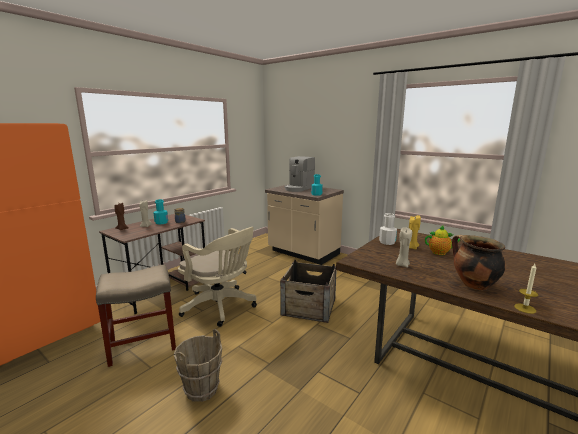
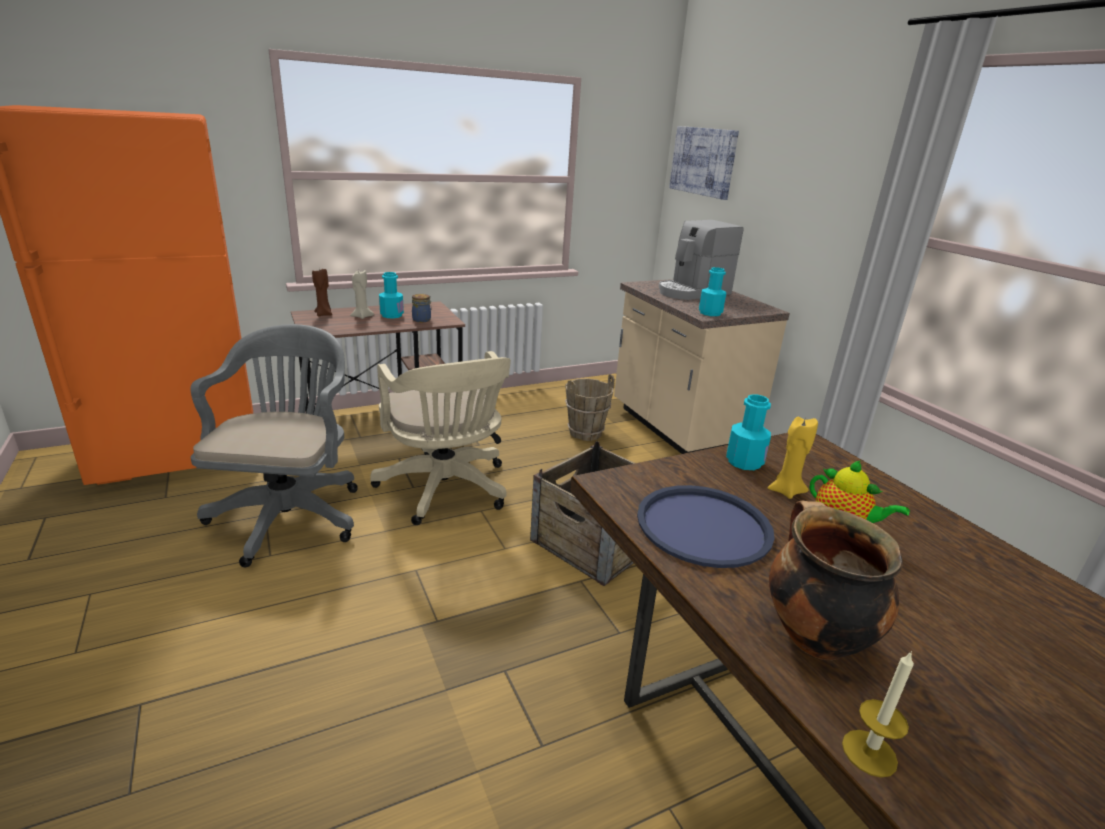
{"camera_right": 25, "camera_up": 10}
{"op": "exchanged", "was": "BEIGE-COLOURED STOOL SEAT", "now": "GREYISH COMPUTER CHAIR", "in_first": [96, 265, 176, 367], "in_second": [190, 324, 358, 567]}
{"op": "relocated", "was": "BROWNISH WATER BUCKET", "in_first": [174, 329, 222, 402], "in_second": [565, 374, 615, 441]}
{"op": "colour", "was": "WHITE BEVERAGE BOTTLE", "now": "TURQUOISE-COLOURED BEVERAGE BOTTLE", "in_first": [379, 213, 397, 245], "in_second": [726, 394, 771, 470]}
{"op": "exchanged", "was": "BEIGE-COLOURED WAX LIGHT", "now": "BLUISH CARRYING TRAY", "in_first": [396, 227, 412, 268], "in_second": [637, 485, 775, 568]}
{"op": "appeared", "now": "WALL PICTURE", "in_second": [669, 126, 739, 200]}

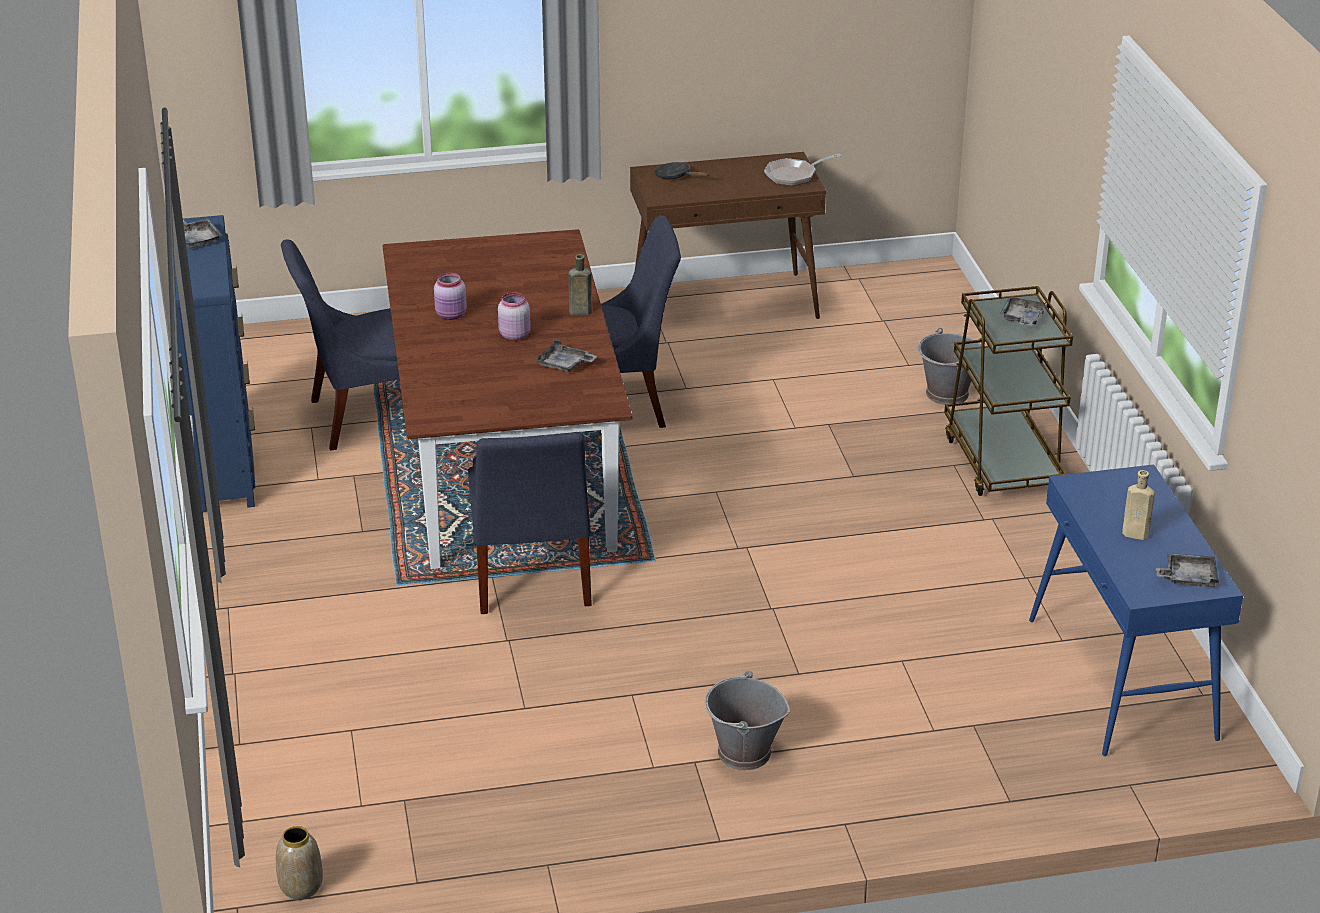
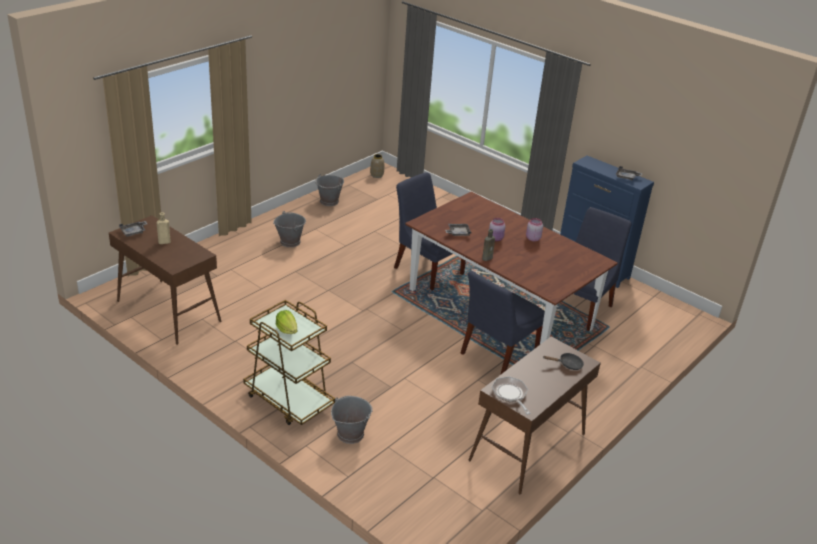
{"camera_right": 140, "camera_up": 0}
{"op": "spun", "was": "SKILLET", "in_first": [764, 154, 842, 186], "in_second": [492, 376, 531, 415], "clockwise": -45}
{"op": "exchanged", "was": "GREYISH CARRYING TRAY", "now": "HEAD OF LETTUCE", "in_first": [1000, 296, 1046, 326], "in_second": [276, 310, 297, 334]}
{"op": "colour", "was": "BLUISH CONSOLE TABLE", "now": "BROWNISH CONSOLE TABLE", "in_first": [1029, 465, 1243, 756], "in_second": [109, 216, 222, 345]}
{"op": "appeared", "now": "GREYISH WATER BUCKET", "in_second": [315, 174, 344, 206]}

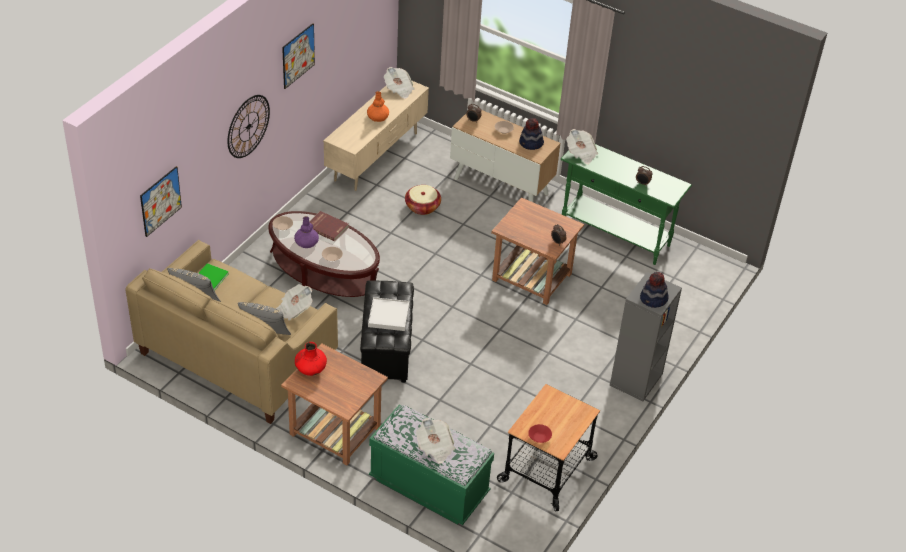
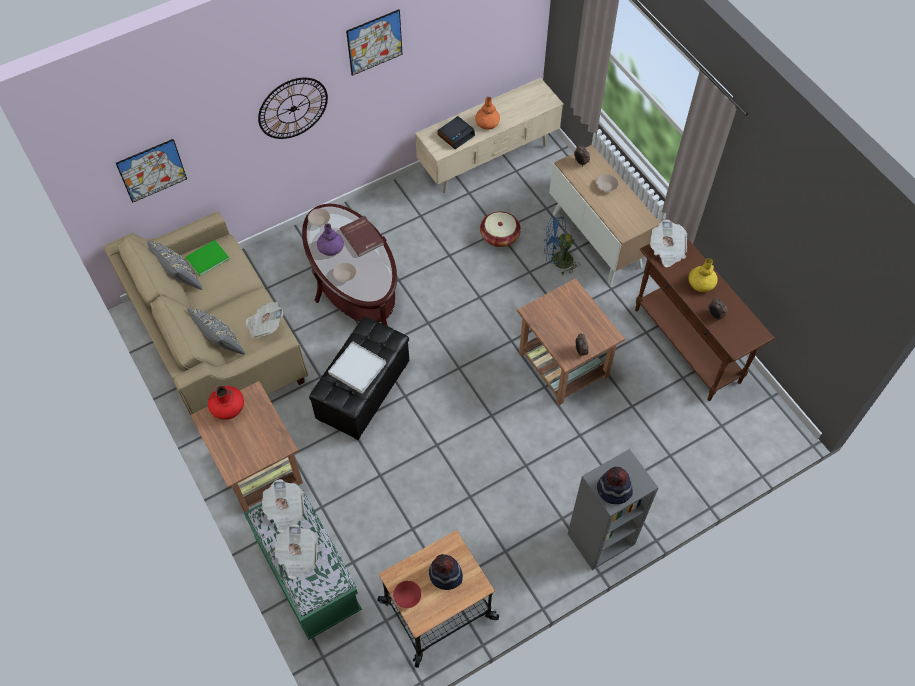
{"camera_right": 30, "camera_up": 15}
{"op": "relocated", "was": "PRINTED PAPER", "in_first": [384, 67, 415, 99], "in_second": [261, 479, 305, 533]}
{"op": "relocated", "was": "HAT", "in_first": [519, 118, 544, 150], "in_second": [429, 554, 463, 590]}
{"op": "colour", "was": "GREEN CONSOLE TABLE", "now": "BROWNISH CONSOLE TABLE", "in_first": [560, 144, 692, 265], "in_second": [635, 238, 775, 401]}
{"op": "appeared", "now": "ALARM CLOCK", "in_second": [437, 116, 475, 149]}
{"op": "appeared", "now": "BLUISH COOLING FAN", "in_second": [544, 217, 580, 275]}
{"op": "appeared", "now": "YELLOW-COLOURED FLOWER VASE", "in_second": [689, 258, 718, 292]}

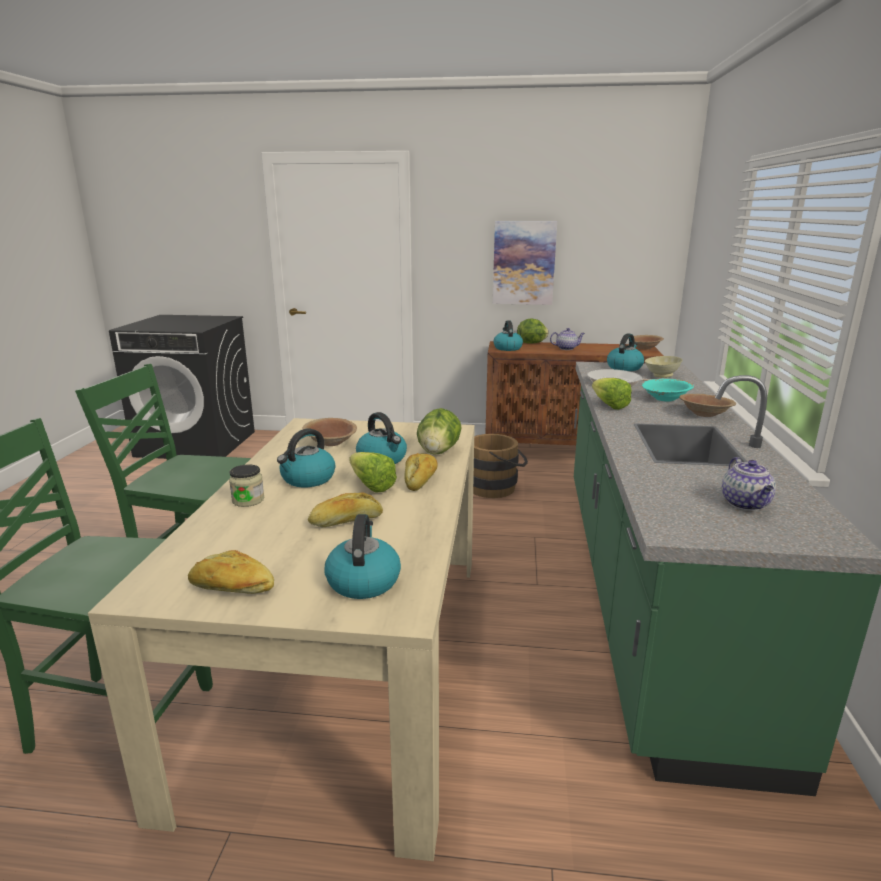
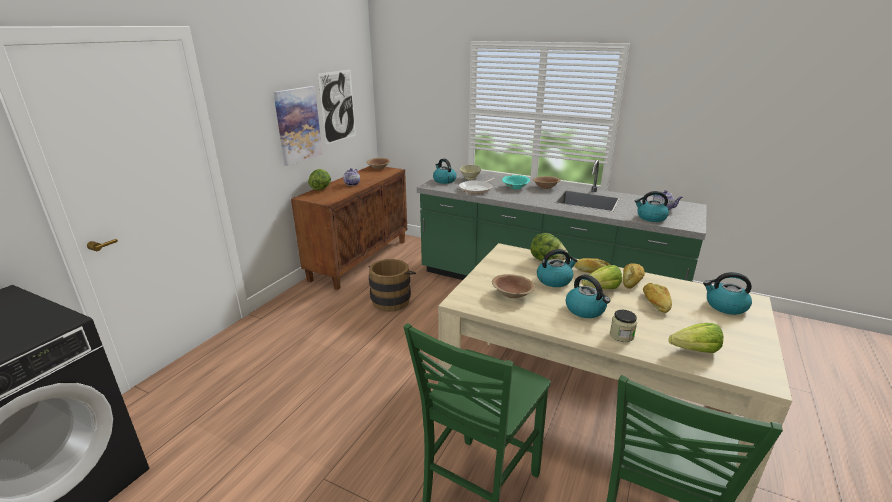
{"camera_right": -70, "camera_up": 5}
{"op": "relocated", "was": "BREAD", "in_first": [188, 550, 274, 594], "in_second": [623, 263, 645, 289]}
{"op": "relocated", "was": "TEA KETTLE", "in_first": [494, 320, 523, 351], "in_second": [635, 191, 669, 222]}
{"op": "relocated", "was": "HEAD OF LETTUCE", "in_first": [592, 378, 632, 410], "in_second": [669, 323, 723, 353]}
{"op": "appeared", "now": "WALL PICTURE", "in_second": [318, 70, 356, 145]}

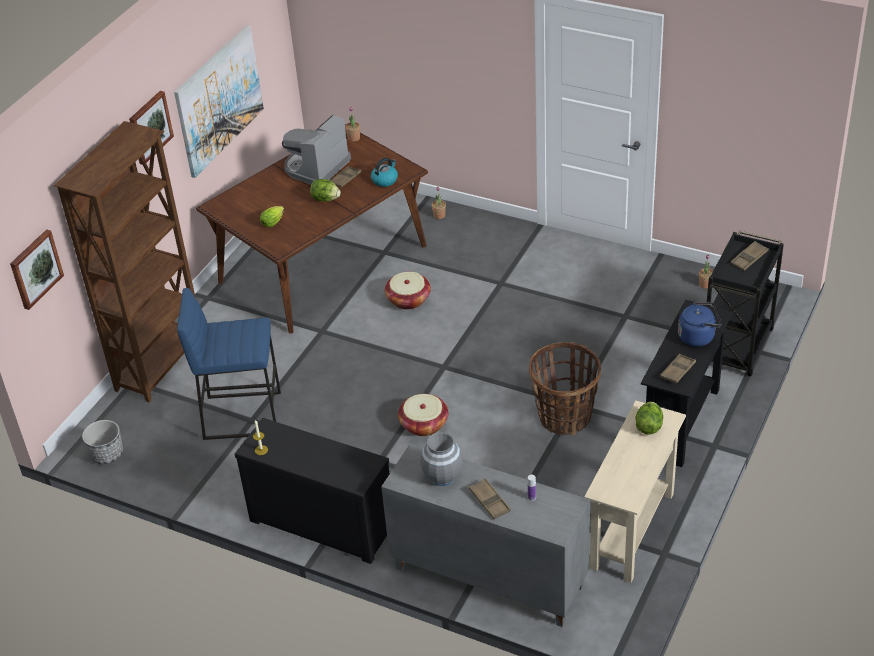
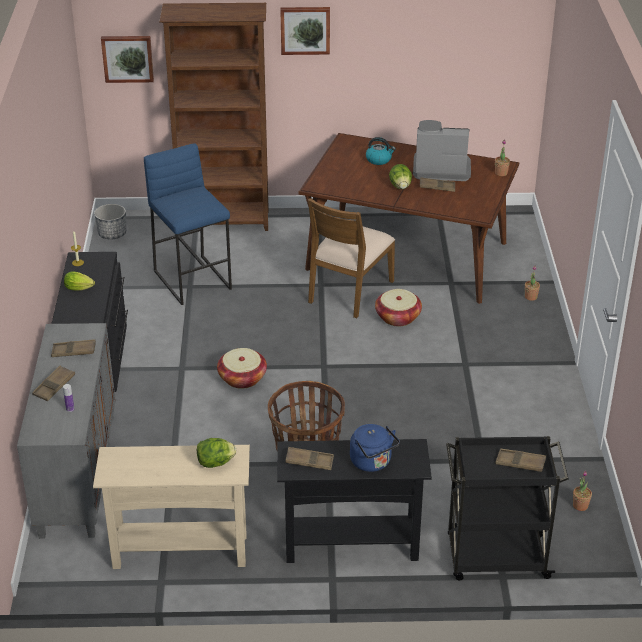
{"camera_right": 60, "camera_up": -5}
{"op": "missing", "was": "WALL PICTURE", "in_first": [174, 25, 264, 178]}
{"op": "relocated", "was": "HEAD OF LETTUCE", "in_first": [260, 206, 284, 227], "in_second": [64, 271, 95, 291]}
{"op": "relocated", "was": "TEA KETTLE", "in_first": [371, 158, 398, 187], "in_second": [366, 137, 396, 165]}
{"op": "exchanged", "was": "GREYISH FLOWER VASE", "now": "BROWNISH CARRYING TRAY", "in_first": [420, 432, 463, 486], "in_second": [51, 339, 96, 357]}
{"op": "appeared", "now": "BROWNISH CHAIR", "in_second": [308, 198, 395, 318]}

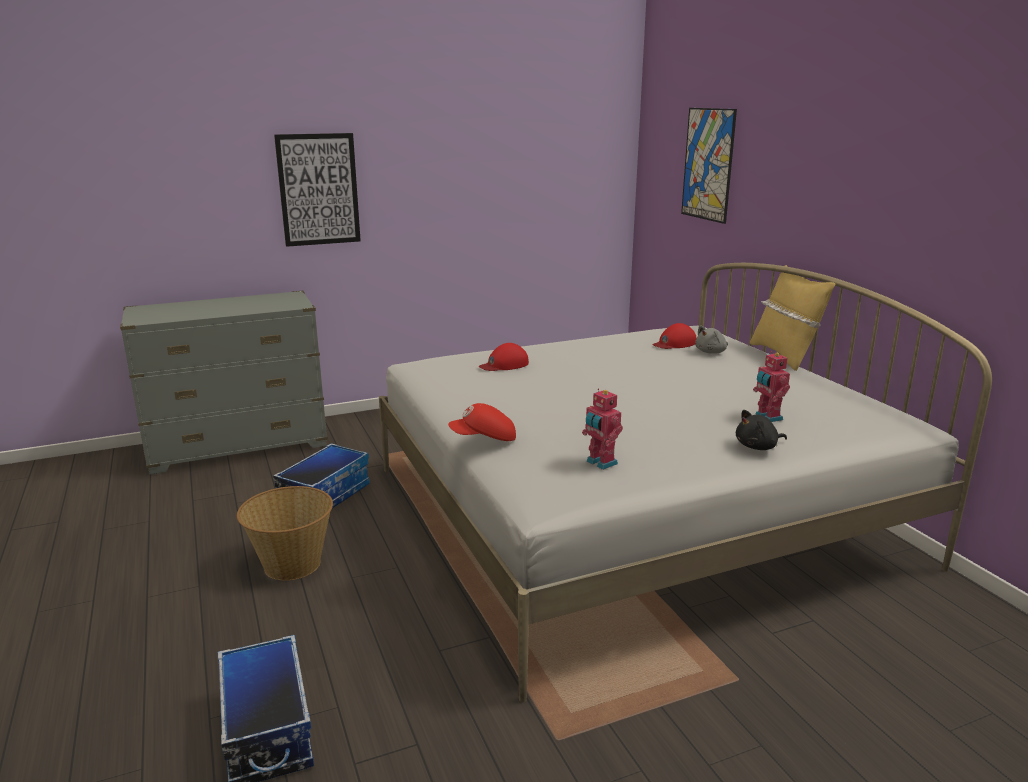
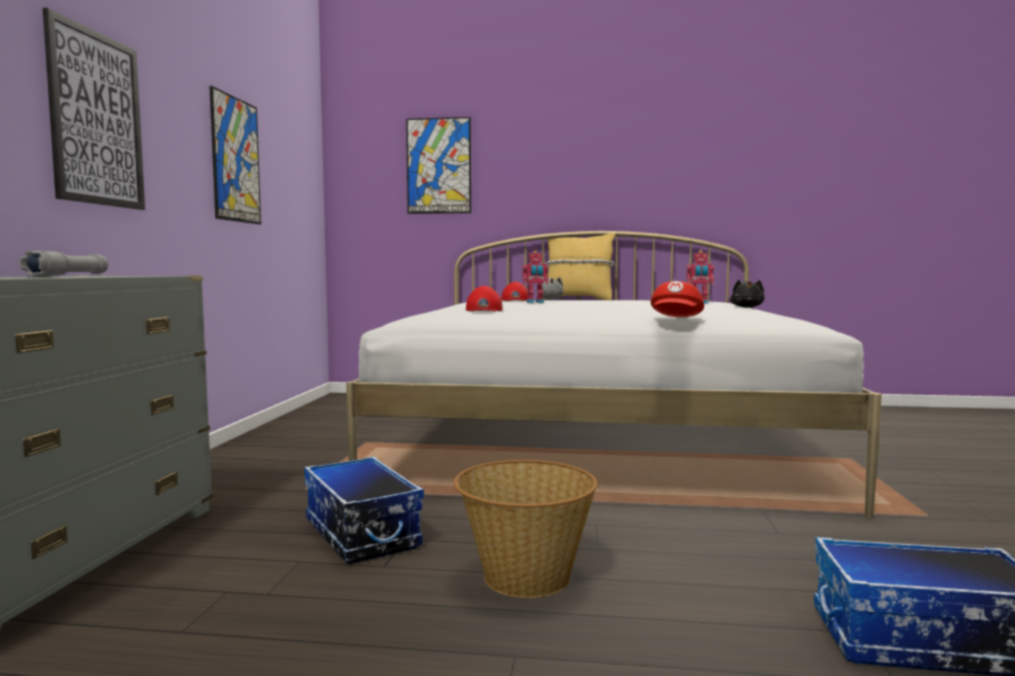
{"camera_right": -60, "camera_up": -15}
{"op": "relocated", "was": "ROBOT FIGURE", "in_first": [582, 388, 623, 470], "in_second": [522, 250, 548, 303]}
{"op": "appeared", "now": "GREYISH TORCH", "in_second": [20, 250, 108, 276]}
{"op": "appeared", "now": "WALL PICTURE", "in_second": [209, 86, 261, 224]}

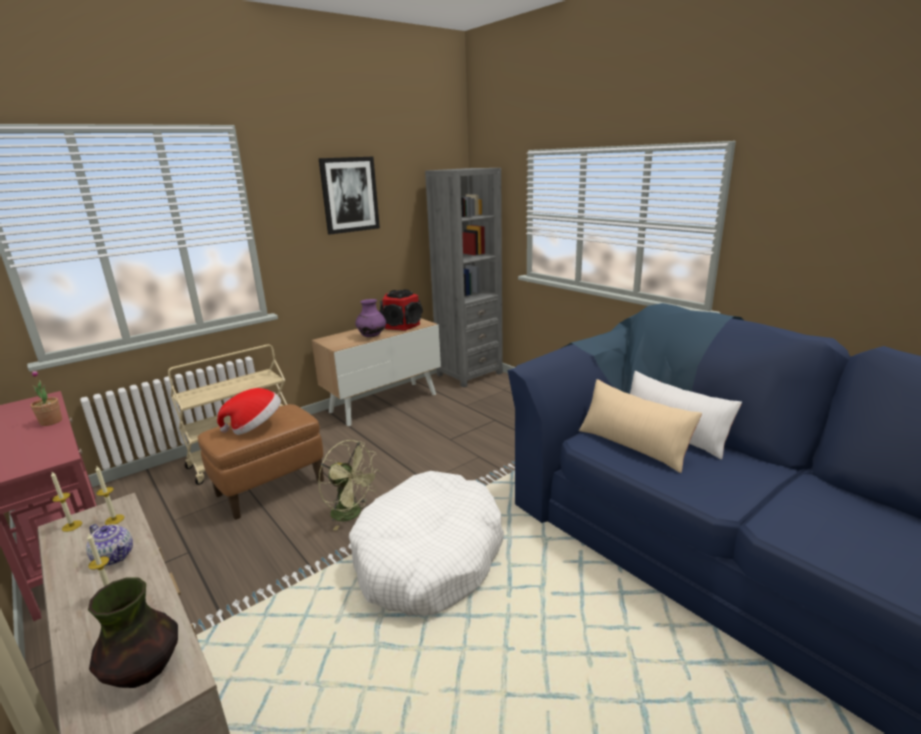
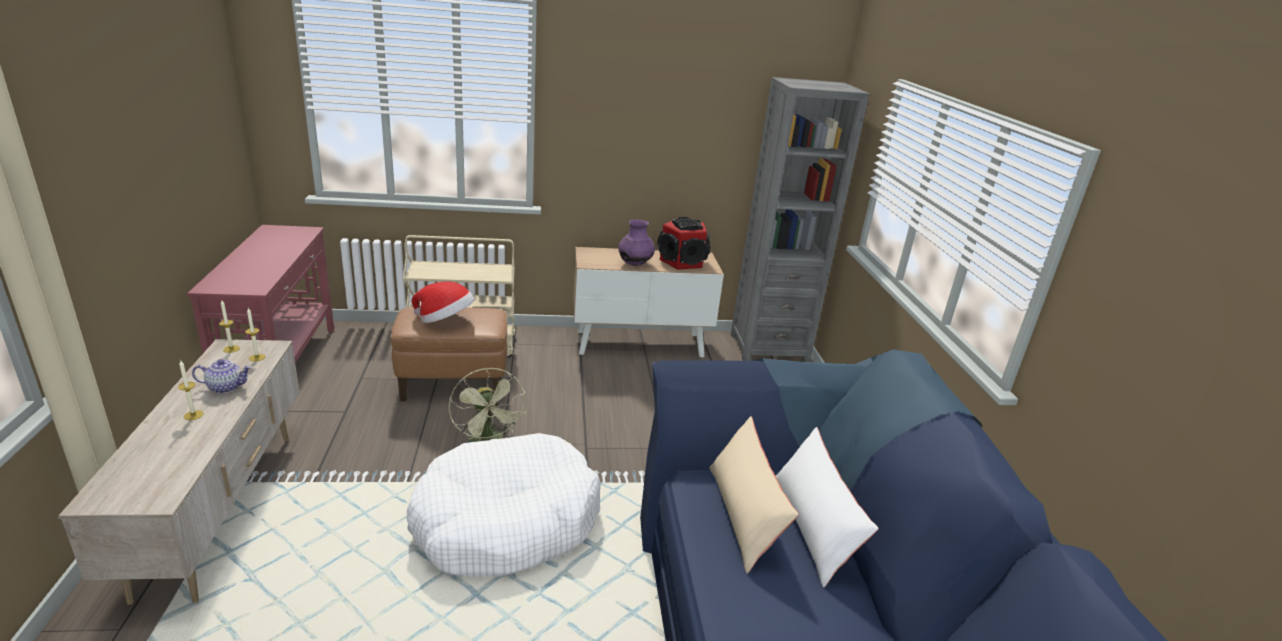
{"camera_right": 30, "camera_up": 5}
{"op": "missing", "was": "POTTED PLANT", "in_first": [31, 370, 62, 426]}
{"op": "spun", "was": "TEA POT", "in_first": [86, 524, 133, 566], "in_second": [192, 359, 252, 393], "clockwise": -75}
{"op": "missing", "was": "FLOWER VASE", "in_first": [88, 577, 178, 688]}
{"op": "missing", "was": "WALL PICTURE", "in_first": [318, 157, 380, 235]}

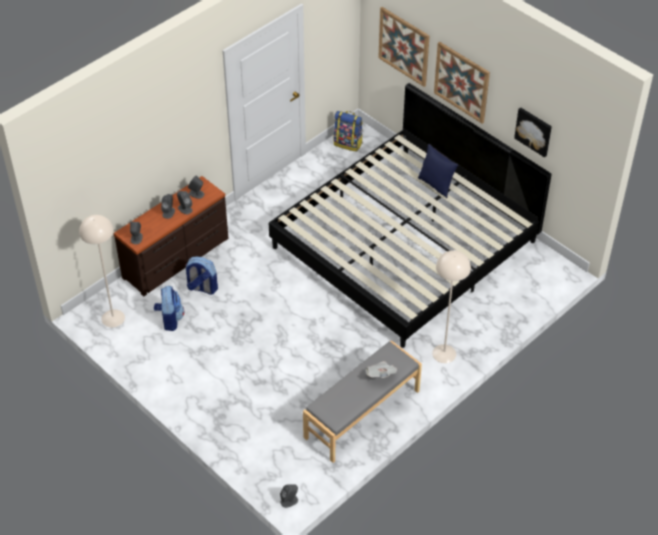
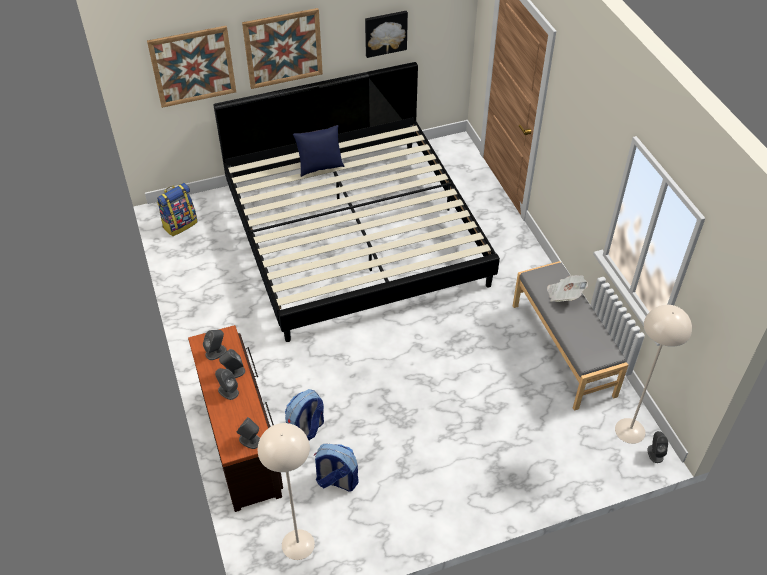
{"camera_right": -65, "camera_up": 0}
{"op": "relocated", "was": "BEIGE-COLOURED STANDING LAMP", "in_first": [432, 250, 471, 363], "in_second": [615, 305, 692, 444]}

